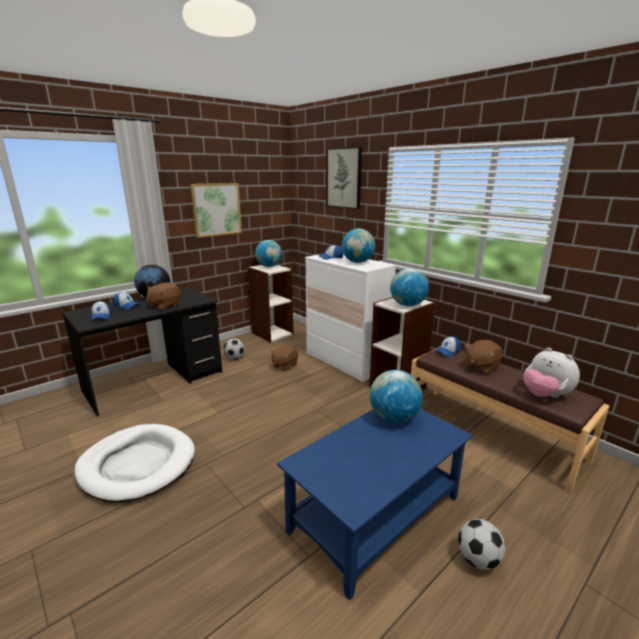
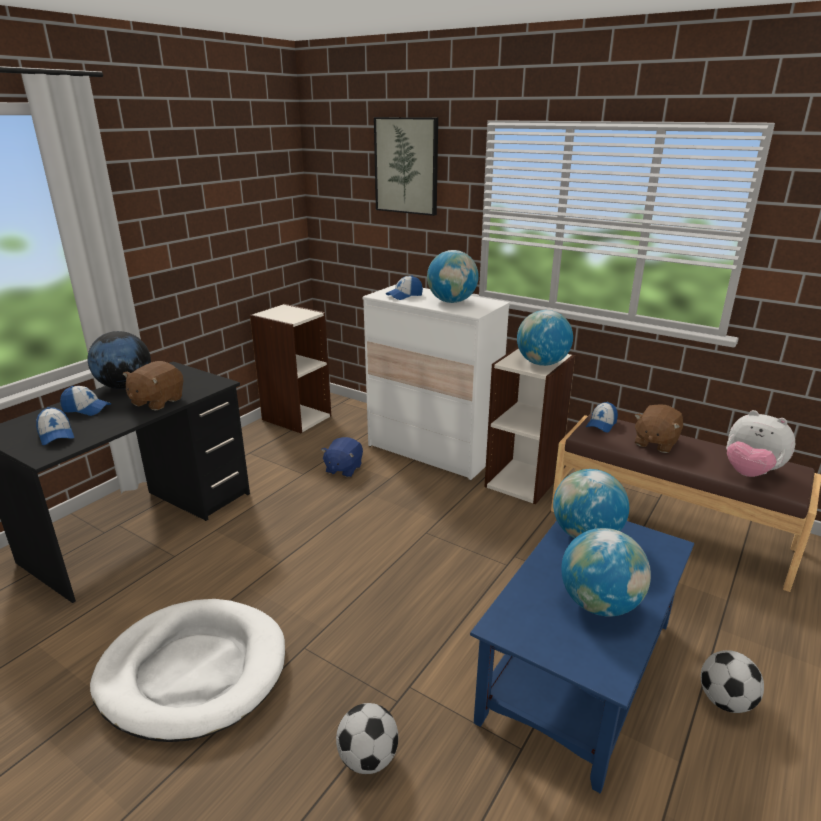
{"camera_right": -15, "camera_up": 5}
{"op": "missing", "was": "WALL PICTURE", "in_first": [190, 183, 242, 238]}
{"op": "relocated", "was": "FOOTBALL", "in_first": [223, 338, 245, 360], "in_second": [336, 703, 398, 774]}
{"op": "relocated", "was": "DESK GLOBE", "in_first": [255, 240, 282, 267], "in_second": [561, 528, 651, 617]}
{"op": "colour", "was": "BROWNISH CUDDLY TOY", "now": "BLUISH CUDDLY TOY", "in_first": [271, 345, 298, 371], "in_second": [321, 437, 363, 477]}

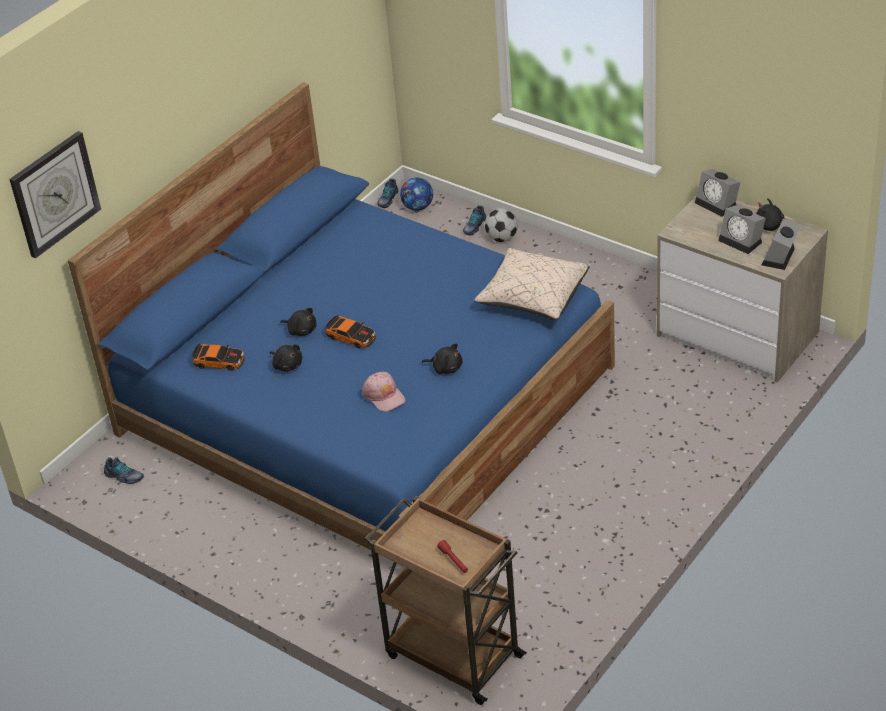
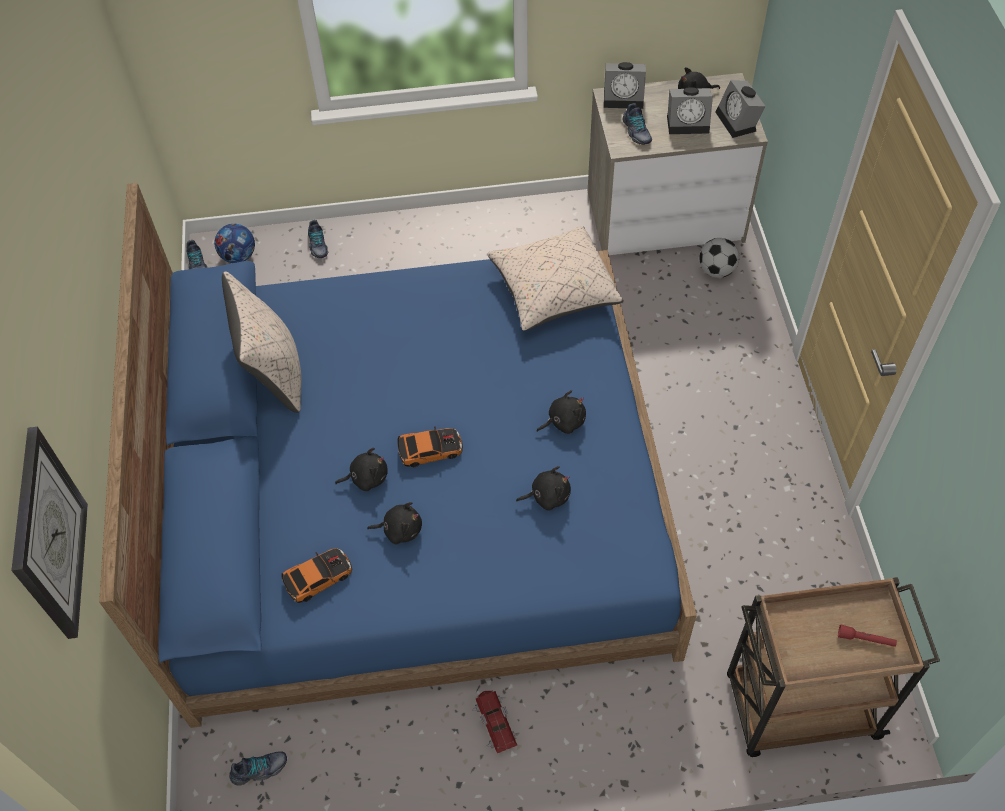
{"camera_right": -45, "camera_up": 15}
{"op": "exchanged", "was": "PINK PEAKED CAP", "now": "BLACKISH CUDDLY TOY", "in_first": [362, 372, 405, 412], "in_second": [516, 466, 571, 510]}
{"op": "relocated", "was": "FOOTBALL", "in_first": [485, 208, 518, 242], "in_second": [699, 238, 740, 278]}
{"op": "appeared", "now": "BEIGE-COLOURED THROW PILLOW", "in_second": [222, 272, 301, 413]}
{"op": "appeared", "now": "MODEL CAR", "in_second": [471, 691, 520, 753]}
{"op": "appeared", "now": "LOW SHOE", "in_second": [623, 103, 652, 145]}

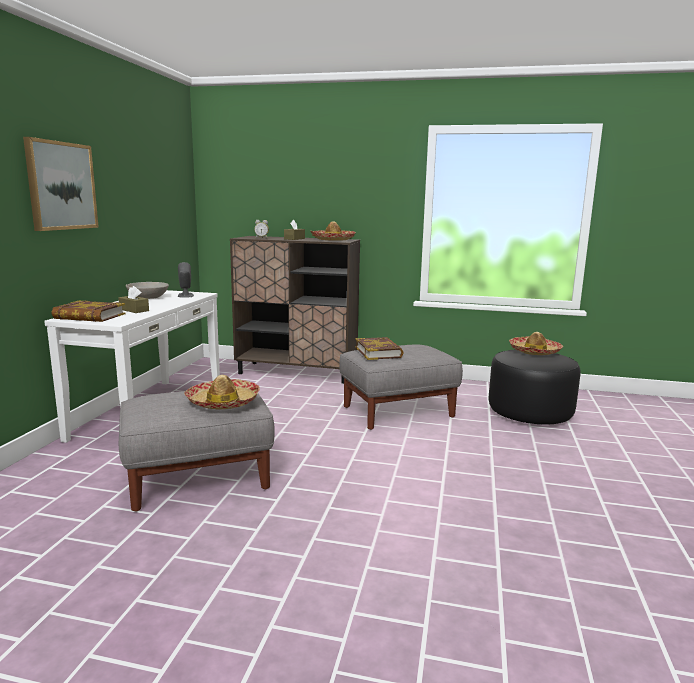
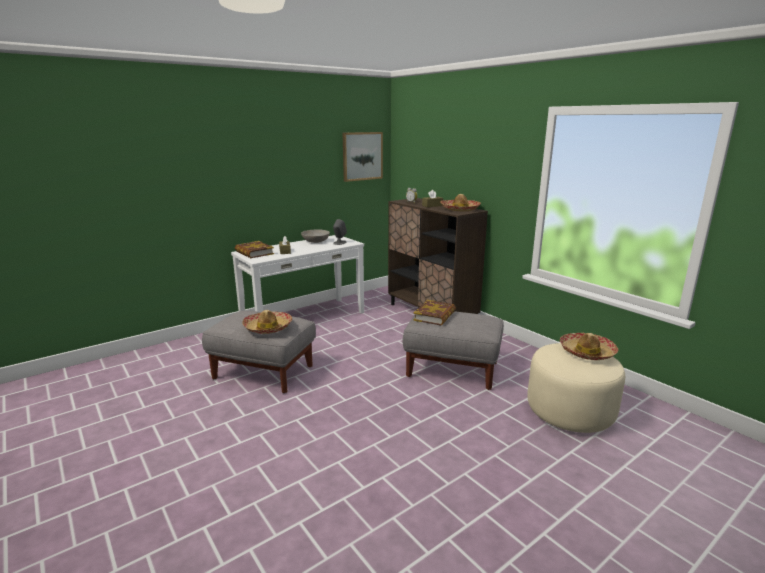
{"camera_right": 40, "camera_up": 5}
{"op": "relocated", "was": "WALL PICTURE", "in_first": [23, 137, 99, 231], "in_second": [342, 132, 383, 182]}
{"op": "colour", "was": "BLACKISH OTTOMAN", "now": "BEIGE-COLOURED OTTOMAN", "in_first": [489, 350, 581, 424], "in_second": [527, 343, 625, 433]}

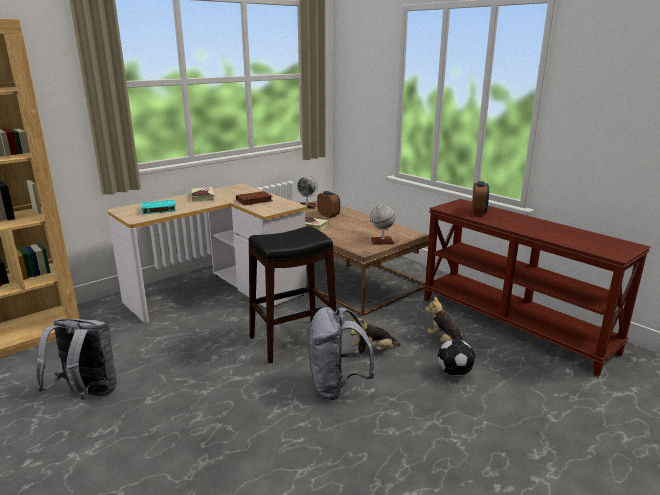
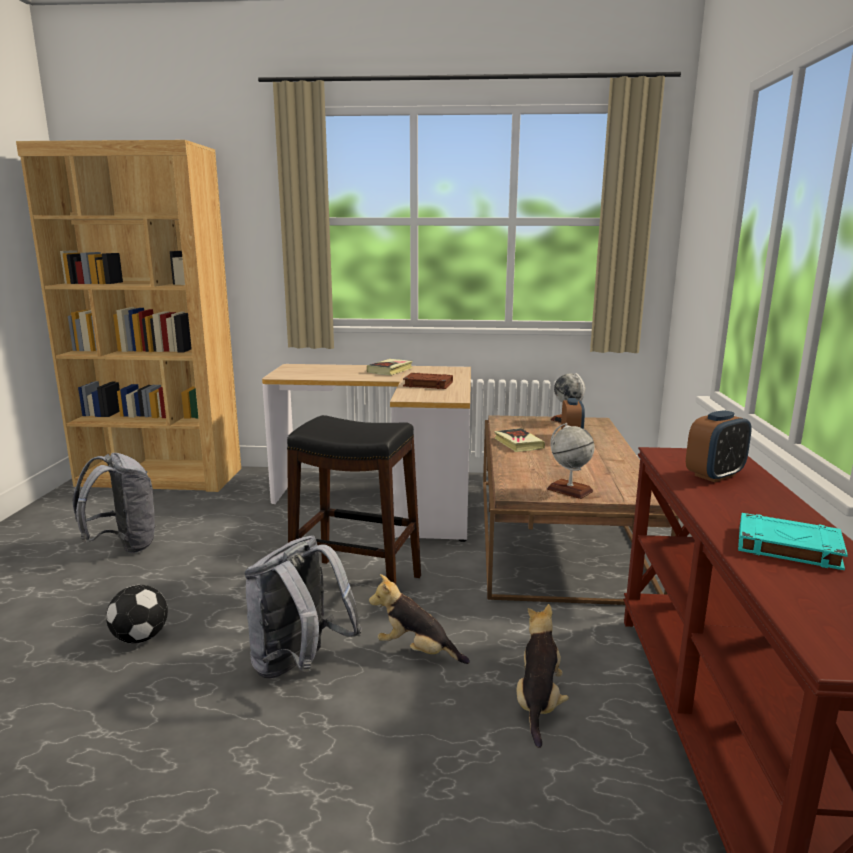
{"camera_right": 45, "camera_up": -5}
{"op": "relocated", "was": "TURQUOISE-COLOURED VOLUME", "in_first": [141, 200, 176, 214], "in_second": [738, 513, 848, 570]}
{"op": "relocated", "was": "FOOTBALL", "in_first": [438, 339, 475, 376], "in_second": [106, 585, 168, 643]}

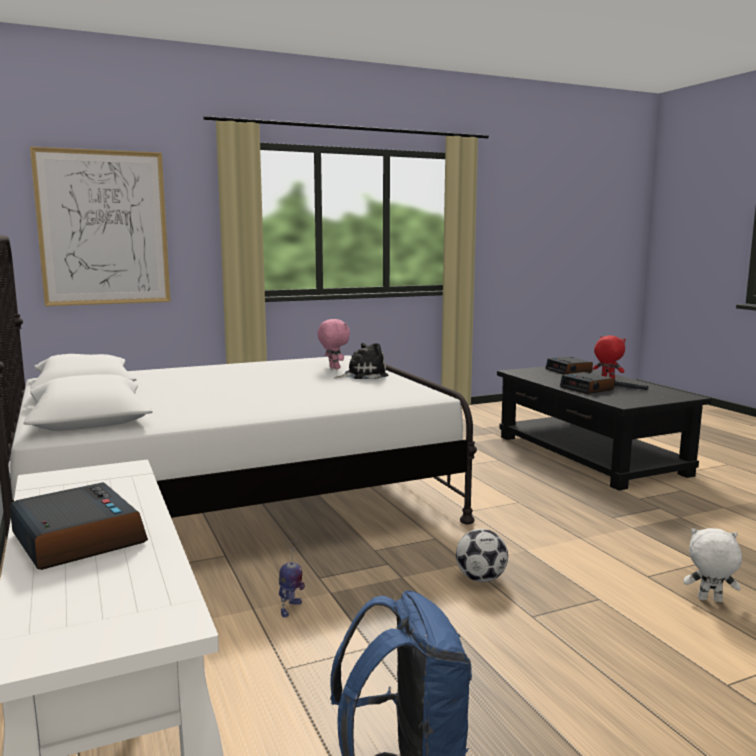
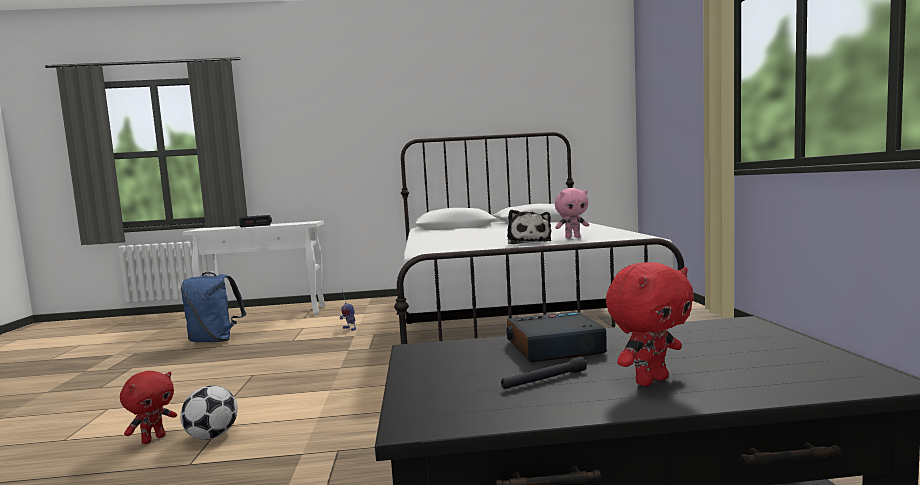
{"camera_right": 110, "camera_up": -5}
{"op": "missing", "was": "WALL PICTURE", "in_first": [30, 146, 171, 306]}
{"op": "relocated", "was": "FOOTBALL", "in_first": [456, 529, 508, 582], "in_second": [180, 385, 238, 440]}
{"op": "missing", "was": "ALARM CLOCK", "in_first": [546, 357, 593, 375]}
{"op": "colour", "was": "WHITE CUDDLY TOY", "now": "RED CUDDLY TOY", "in_first": [683, 528, 742, 602], "in_second": [120, 371, 177, 444]}

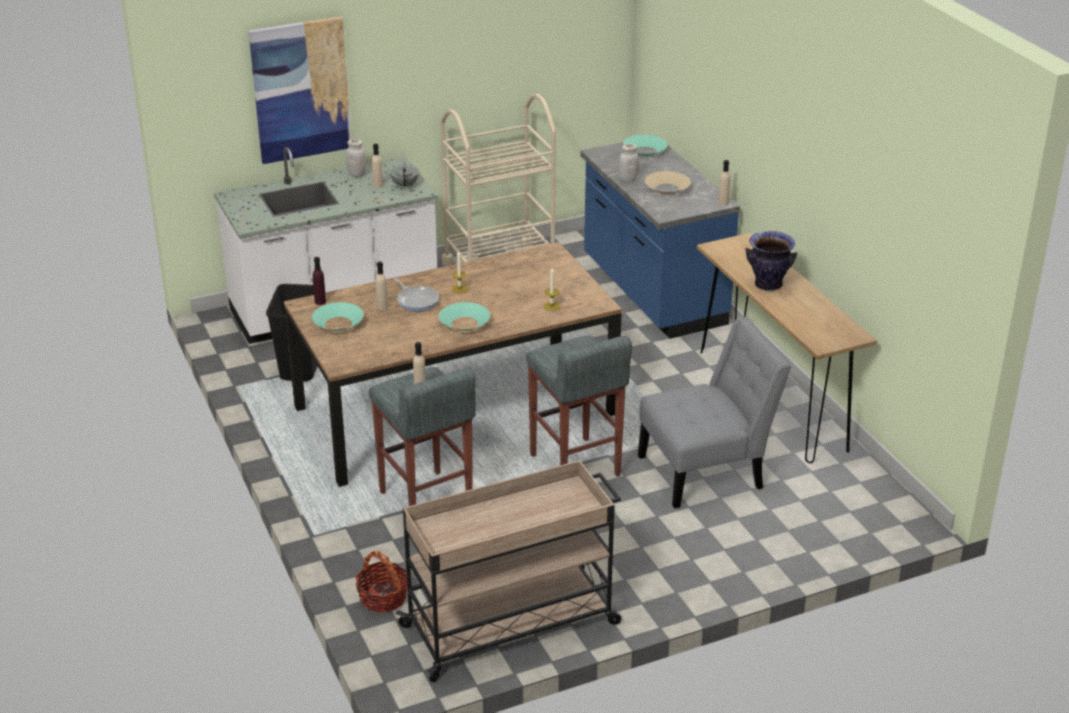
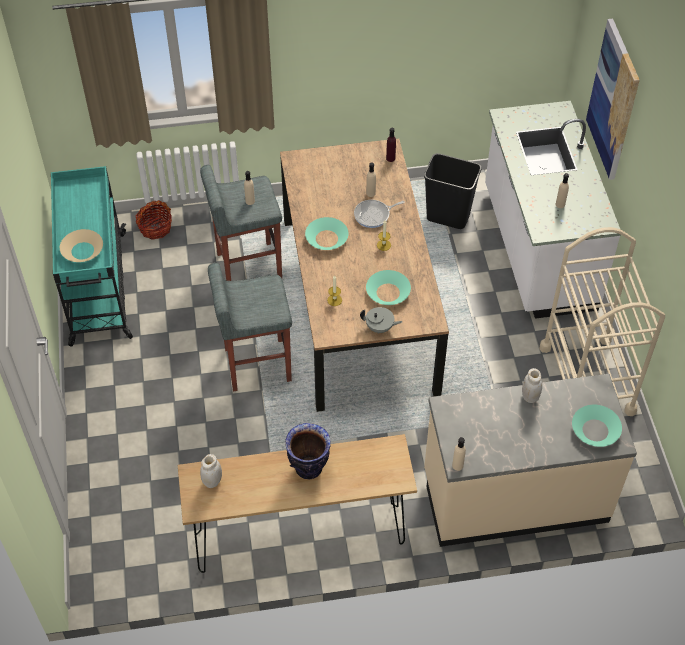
{"camera_right": 105, "camera_up": 20}
{"op": "relocated", "was": "TURQUOISE-COLOURED BOWL", "in_first": [312, 302, 364, 331], "in_second": [366, 270, 411, 305]}
{"op": "relocated", "was": "WHITE PRESERVE JAR", "in_first": [346, 139, 366, 177], "in_second": [200, 454, 222, 488]}
{"op": "relocated", "was": "GREYISH TEA POT", "in_first": [390, 162, 419, 189], "in_second": [360, 307, 402, 334]}
{"op": "colour", "was": "BEIGE-COLOURED WHEELED CART", "now": "TURQUOISE-COLOURED WHEELED CART", "in_first": [396, 460, 621, 682], "in_second": [51, 166, 133, 347]}
{"op": "colour", "was": "BLUISH KITCHEN BASE UNIT", "now": "BEIGE-COLOURED KITCHEN BASE UNIT", "in_first": [580, 142, 740, 339], "in_second": [424, 374, 637, 547]}
{"op": "missing", "was": "GREYISH CHAIR", "in_first": [638, 317, 791, 508]}
{"op": "relocated", "was": "BEIGE-COLOURED BOWL", "in_first": [645, 171, 691, 195], "in_second": [60, 229, 103, 262]}

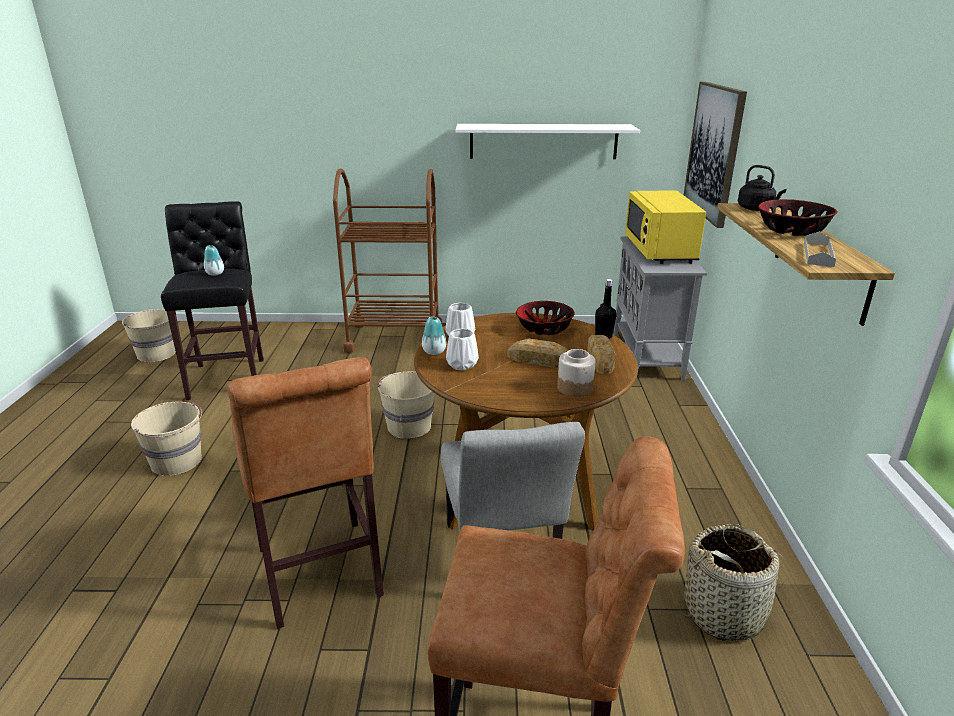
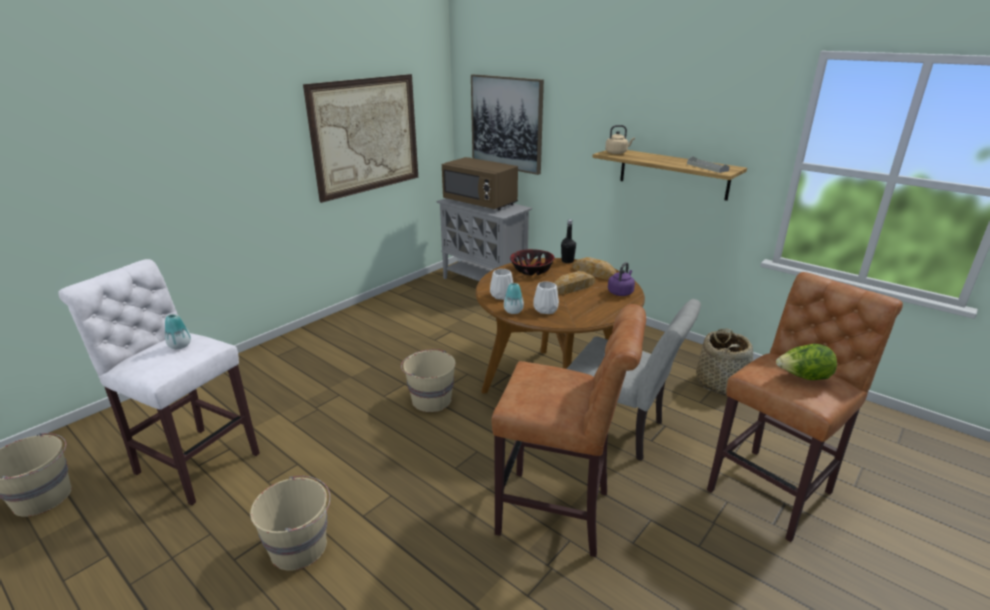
{"camera_right": -50, "camera_up": 0}
{"op": "colour", "was": "BLACKISH STOOL SEAT", "now": "WHITE STOOL SEAT", "in_first": [161, 201, 264, 400], "in_second": [58, 259, 260, 505]}
{"op": "missing", "was": "BROWNISH WHEELED CART", "in_first": [333, 169, 442, 353]}
{"op": "exchanged", "was": "WHITE WALL SHELF", "now": "WALL PICTURE", "in_first": [456, 124, 640, 159], "in_second": [303, 74, 418, 203]}
{"op": "exchanged", "was": "PRESERVE JAR", "now": "PURPLE TEA KETTLE", "in_first": [557, 349, 595, 397], "in_second": [608, 262, 635, 296]}
{"op": "colour", "was": "YELLOW-COLOURED KITCHEN MICROWAVE", "now": "BROWNISH KITCHEN MICROWAVE", "in_first": [625, 191, 706, 264], "in_second": [442, 157, 518, 210]}
{"op": "colour", "was": "BLACKISH TEA KETTLE", "now": "BEIGE-COLOURED TEA KETTLE", "in_first": [738, 165, 786, 211], "in_second": [605, 125, 635, 154]}
{"op": "missing", "was": "BOWL", "in_first": [758, 199, 838, 236]}
{"op": "appeared", "now": "HEAD OF LETTUCE", "in_second": [776, 344, 837, 380]}

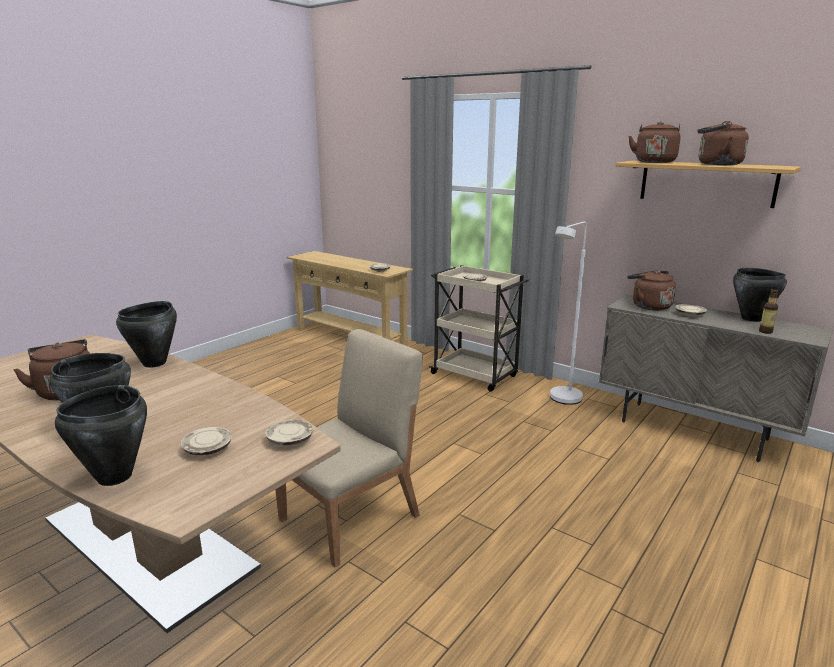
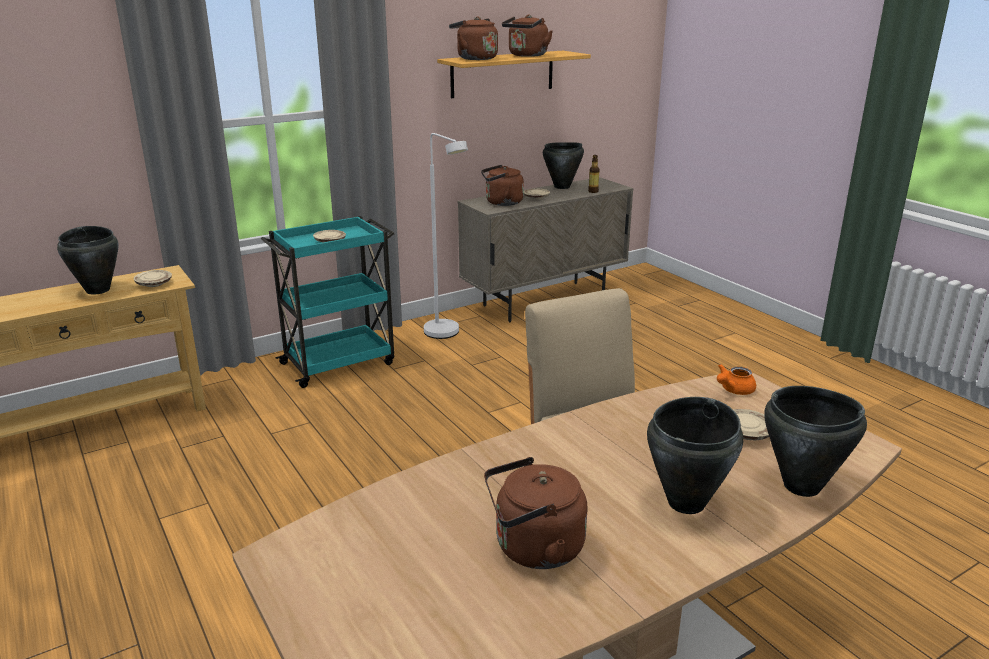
{"camera_right": -70, "camera_up": 5}
{"op": "relocated", "was": "BLACKISH SAUCEPOT", "in_first": [116, 301, 177, 368], "in_second": [57, 226, 119, 295]}
{"op": "exchanged", "was": "BEIGE-COLOURED PLATE", "now": "ORANGEY TEA POT", "in_first": [265, 420, 313, 446], "in_second": [717, 364, 756, 395]}
{"op": "colour", "was": "BEIGE-COLOURED WHEELED CART", "now": "TURQUOISE-COLOURED WHEELED CART", "in_first": [429, 265, 529, 392], "in_second": [261, 216, 394, 388]}

